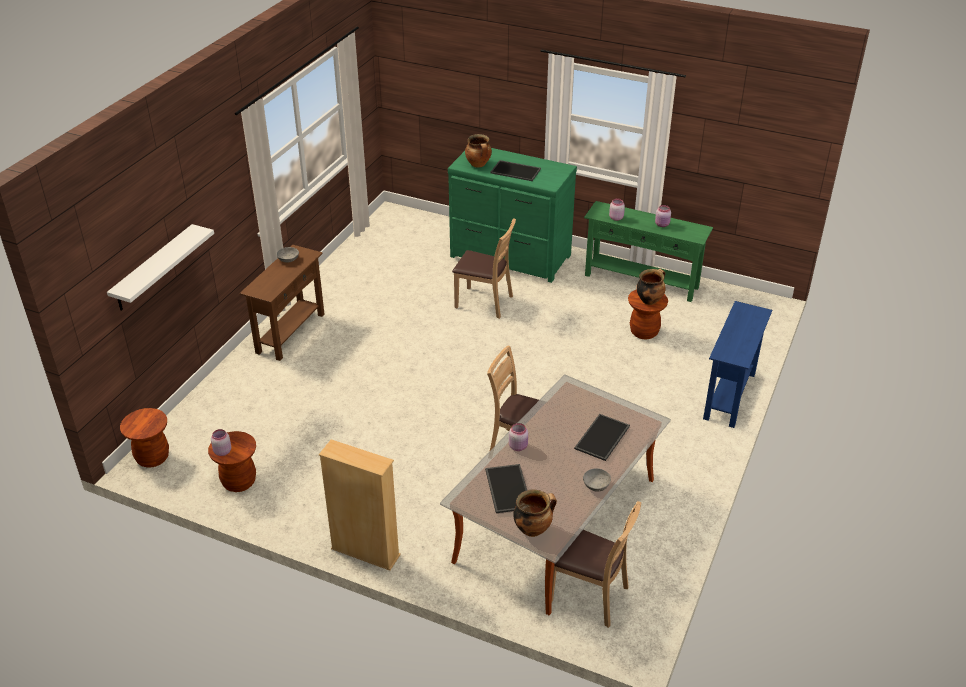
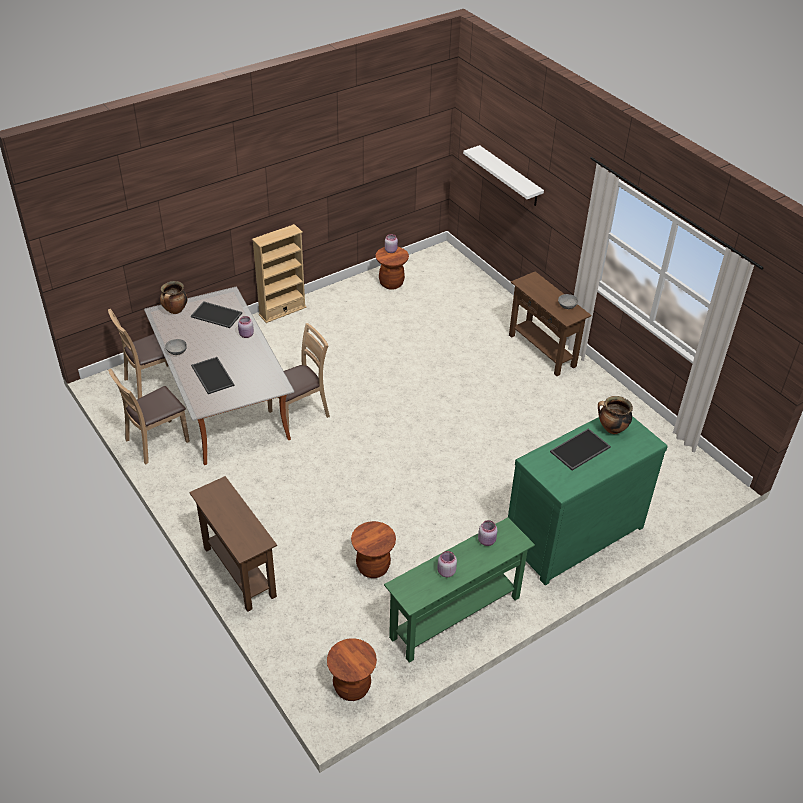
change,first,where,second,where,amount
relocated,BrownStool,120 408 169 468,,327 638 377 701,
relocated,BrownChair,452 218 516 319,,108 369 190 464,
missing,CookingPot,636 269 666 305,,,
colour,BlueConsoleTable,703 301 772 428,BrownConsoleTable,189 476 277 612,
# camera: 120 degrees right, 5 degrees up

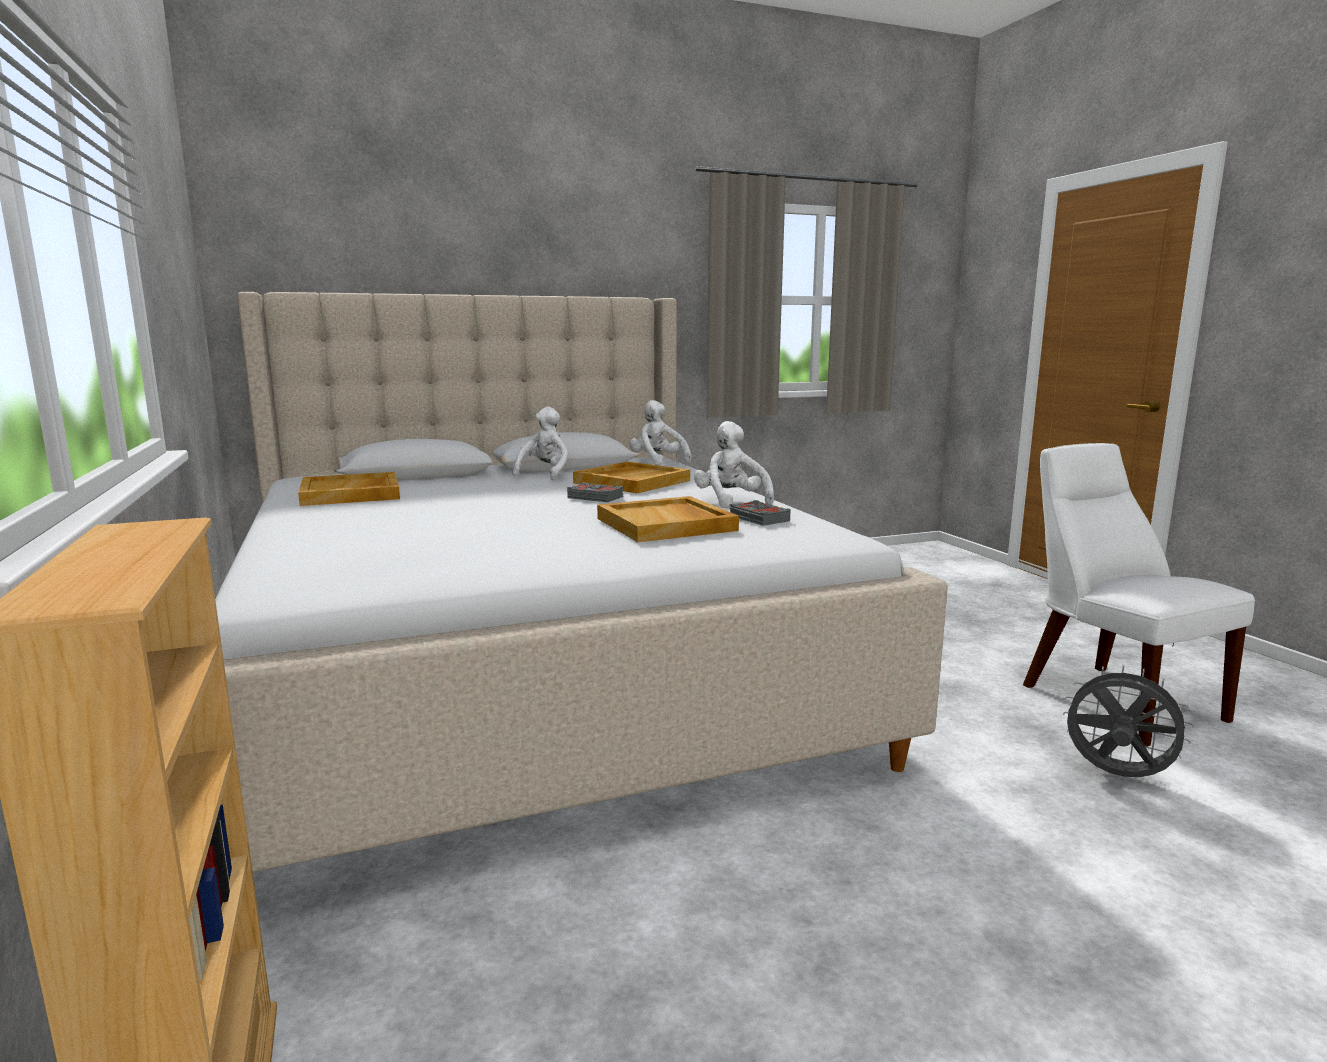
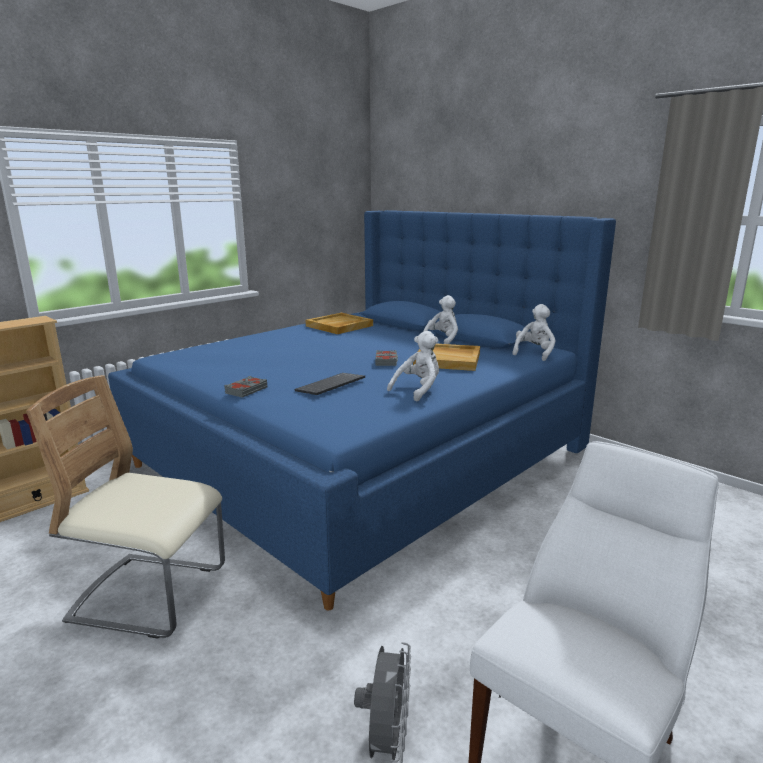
change,first,where,second,where,amount
colour,BeigeBed,215 292 948 872,BlueBed,108 210 616 611,
spun,WhitePlushToy,513 406 569 481,,423 295 458 344,45 degrees counterclockwise
exchanged,BeigeTray,597 496 739 542,Keyboard,294 373 365 395,
relocated,GreyBook,730 500 791 526,,224 376 267 398,
appeared,,,BeigeChair,26 375 225 639,
# camera: 65 degrees right, 5 degrees up

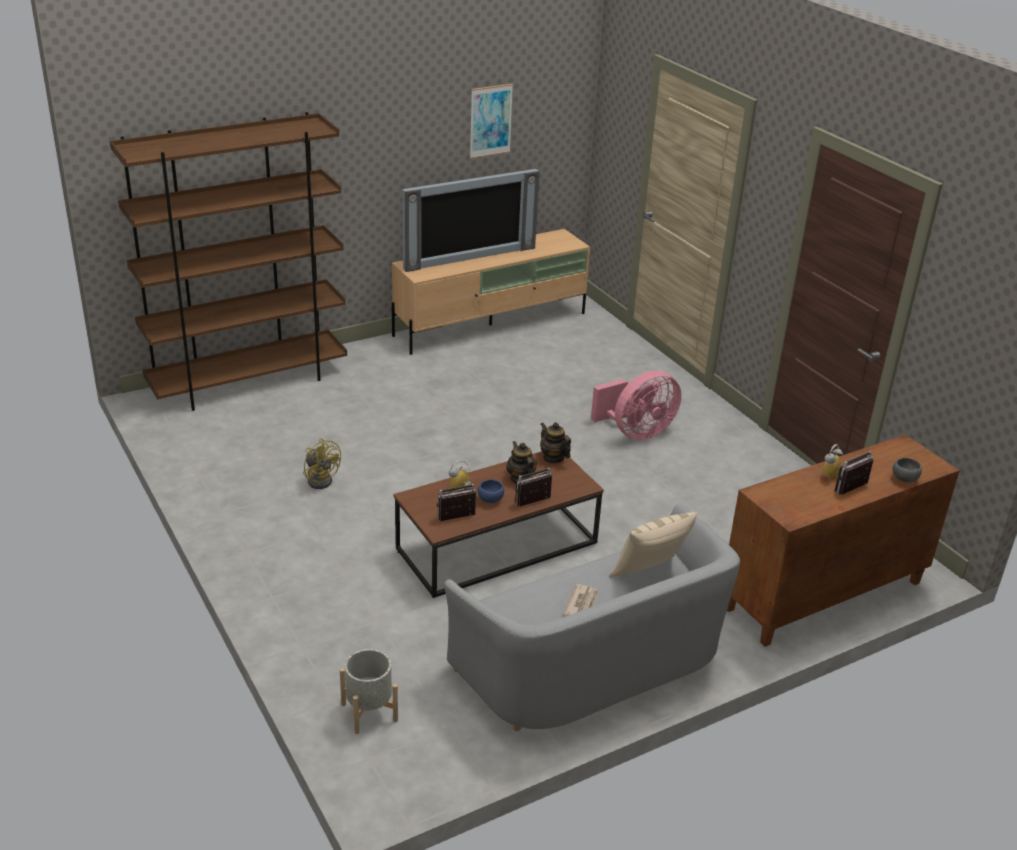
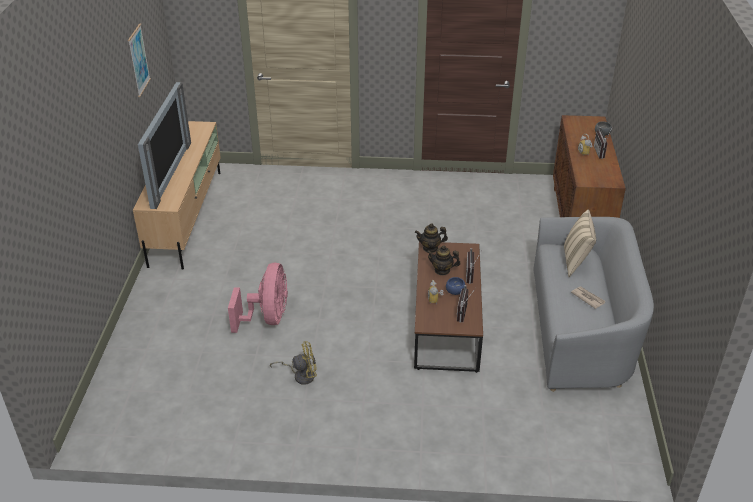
change,first,where,second,where,amount
missing,BrownBookcase,110 112 347 411,,,
missing,GreyPlanter,340 649 398 734,,,
relocated,PinkFan,591 371 681 440,,228 263 288 333,
# camera: 55 degrees left, 5 degrees up

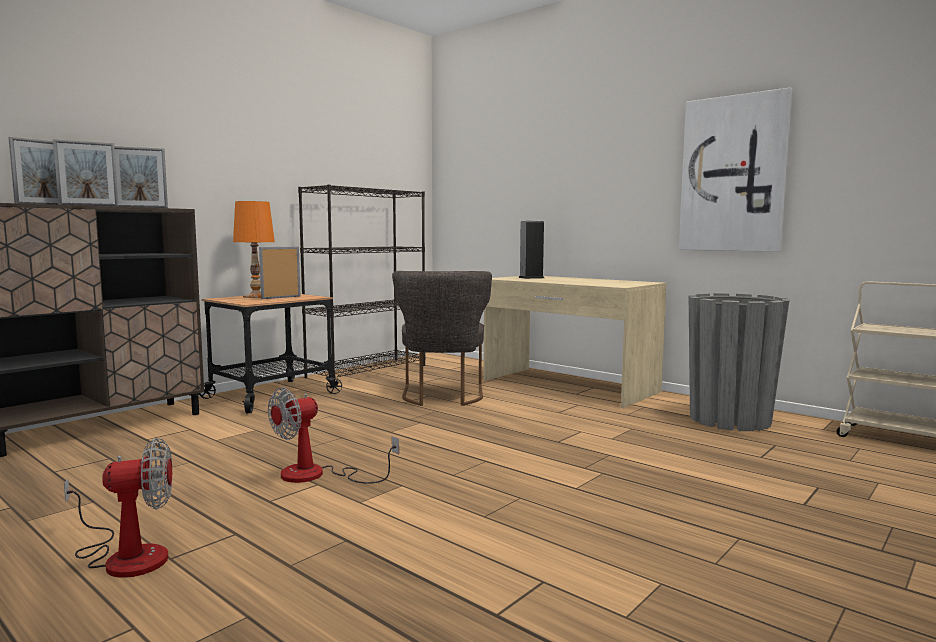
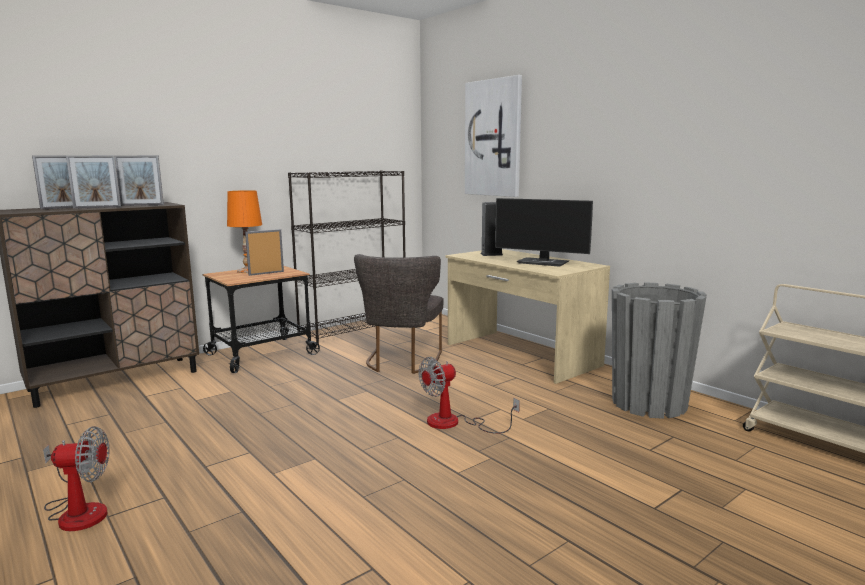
change,first,where,second,where,amount
relocated,Fan,268 387 399 484,,419 357 520 434,
relocated,Picture,679 88 792 252,,465 75 522 197,
appeared,,,Monitor,495 198 593 267,
# camera: 10 degrees right, 5 degrees up

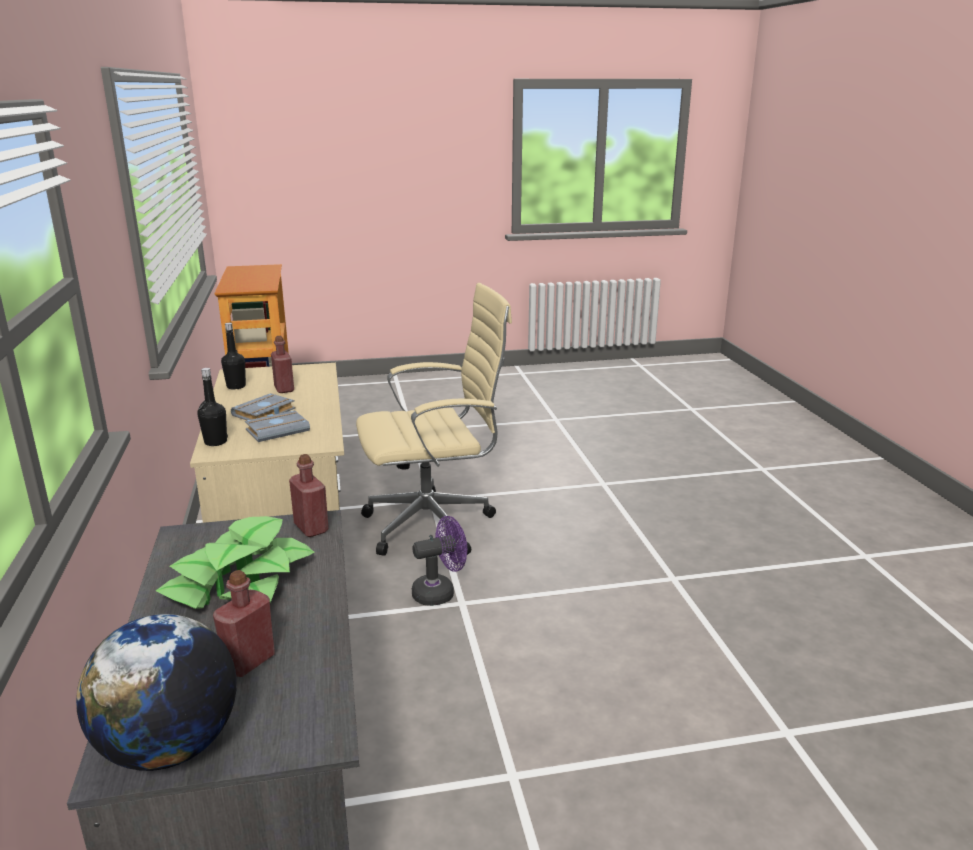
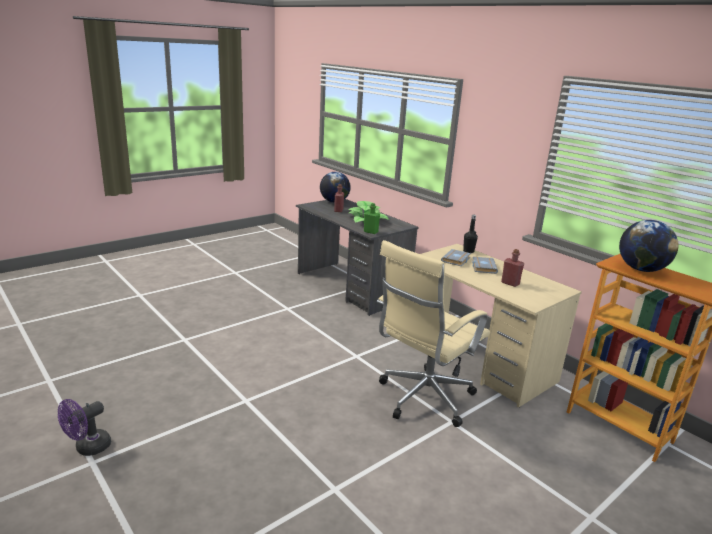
change,first,where,second,where,amount
missing,BlackBottle,221 323 246 389,,,
colour,RedBottle,289 454 329 537,GreenBottle,364 203 380 234,
relocated,PurpleFan,412 516 467 606,,58 399 111 456,
appeared,,,Globe,619 220 678 272,
# camera: 150 degrees right, 0 degrees up

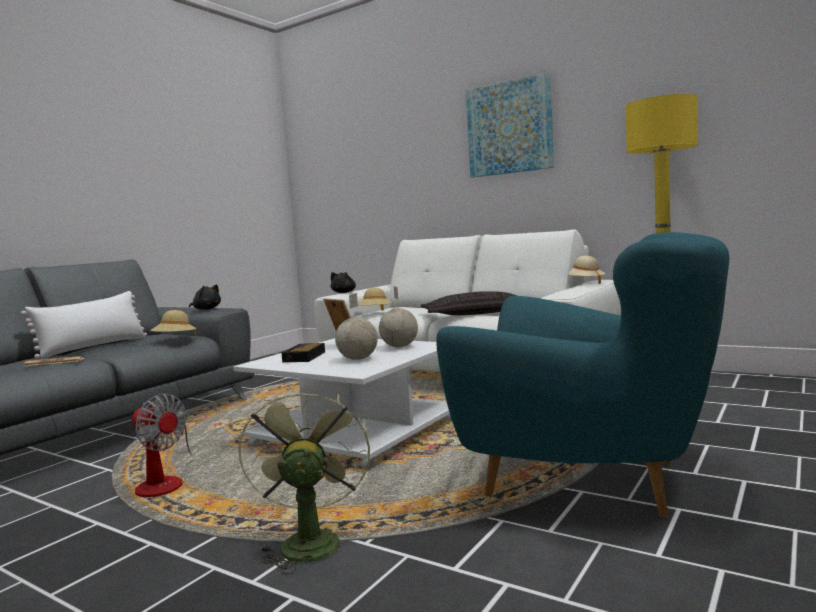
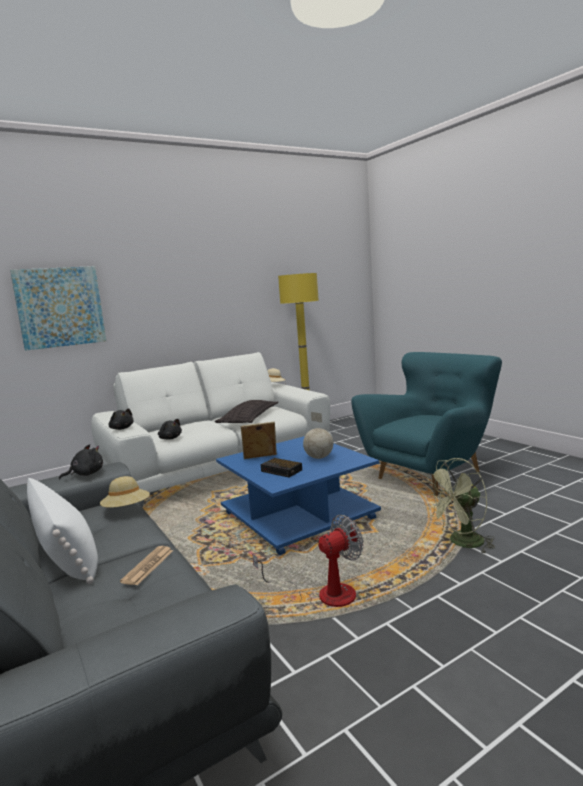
change,first,where,second,where,amount
colour,WhiteCoffeeTable,233 338 452 470,BlueCoffeeTable,216 436 381 555,
spun,GreenFan,238 385 370 574,,424 458 495 554,45 degrees counterclockwise
exchanged,BeigeHat,358 288 393 311,BlackPlushToy,158 419 182 440,
missing,Globe,379 286 418 347,,,
relocated,Picture,466 72 554 178,,10 266 106 351,
# camera: 65 degrees left, 5 degrees up

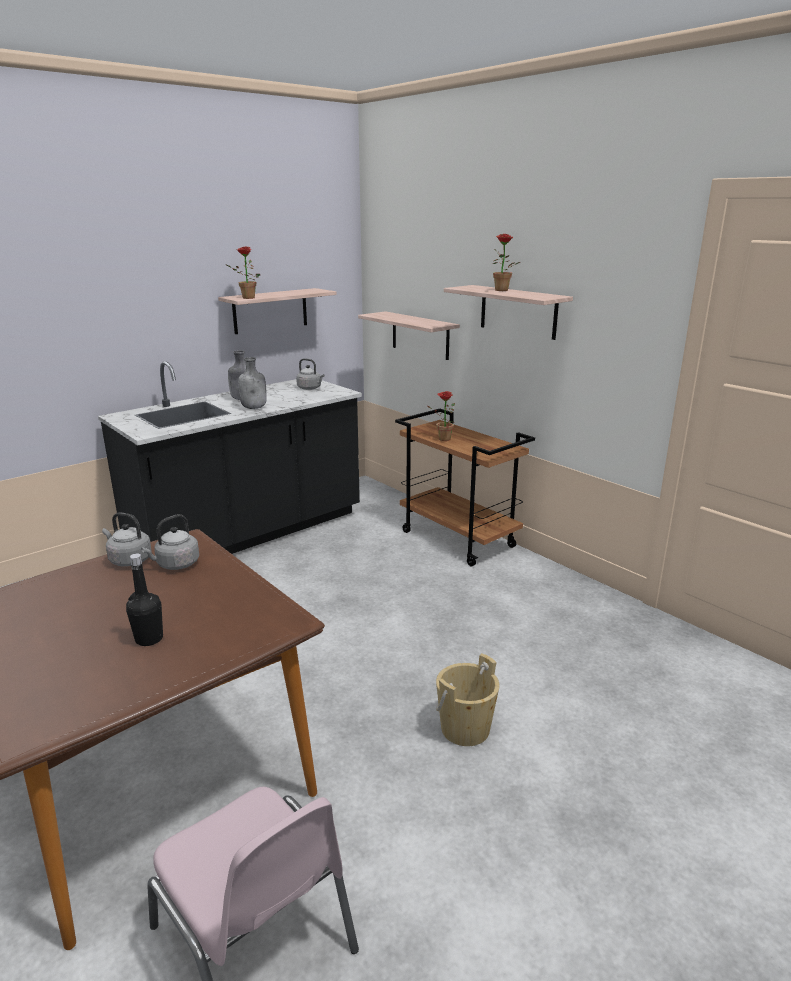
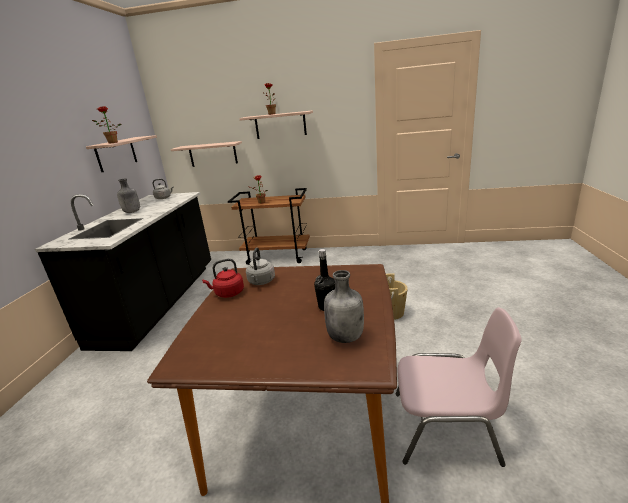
change,first,where,second,where,amount
colour,GreyKettle,102 512 152 567,RedKettle,202 259 244 298,
relocated,GreyBottle,238 357 267 409,,324 270 364 343,
# camera: 40 degrees left, 0 degrees up

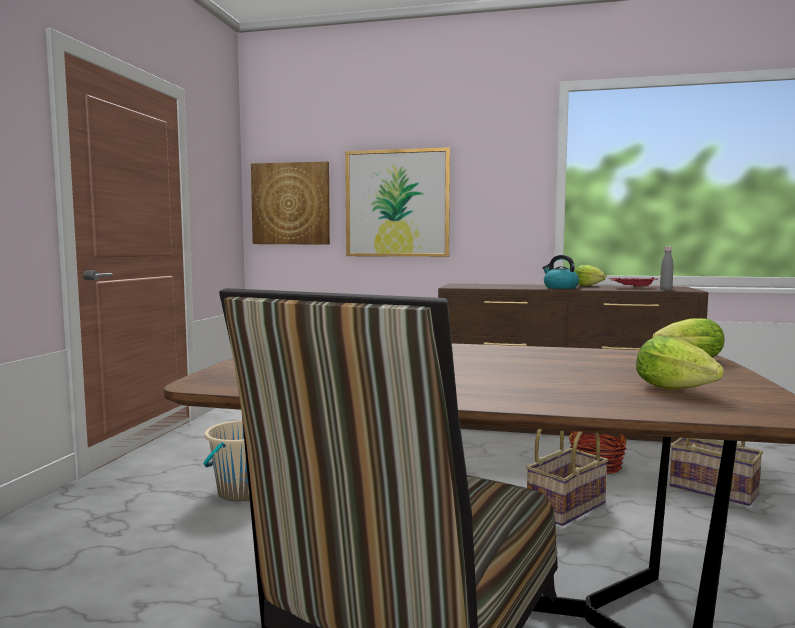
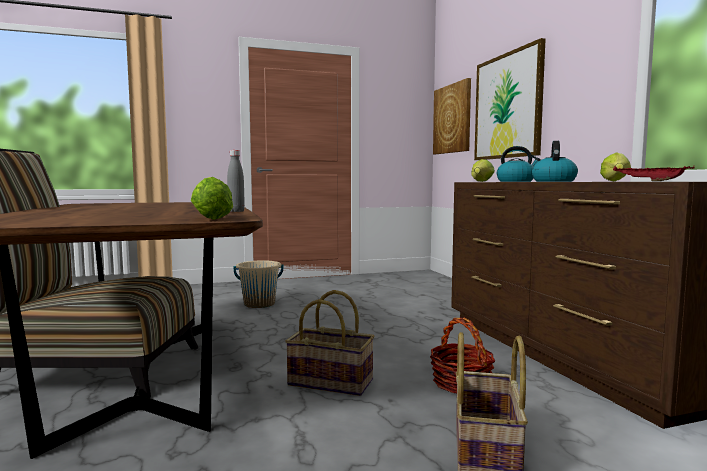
change,first,where,second,where,amount
relocated,Lettuce,636 336 724 390,,471 159 495 182,
relocated,GreyBottle,660 247 673 290,,227 150 245 212,
appeared,,,Kettle,497 146 541 182,
# camera: 60 degrees right, 0 degrees up

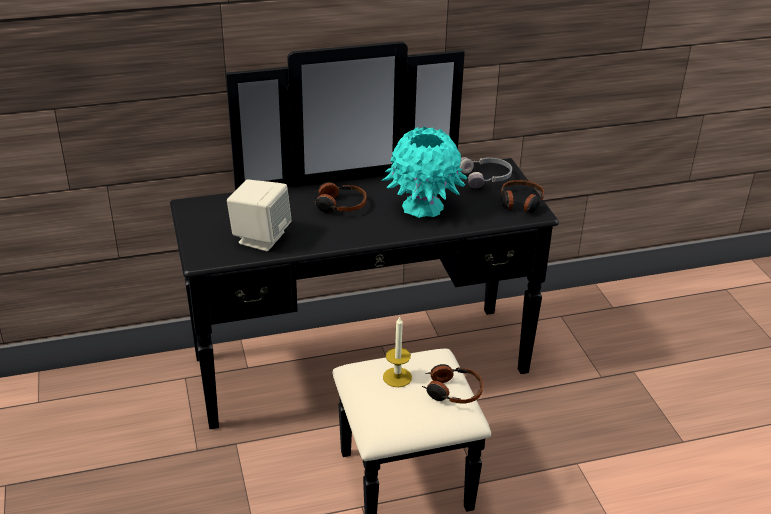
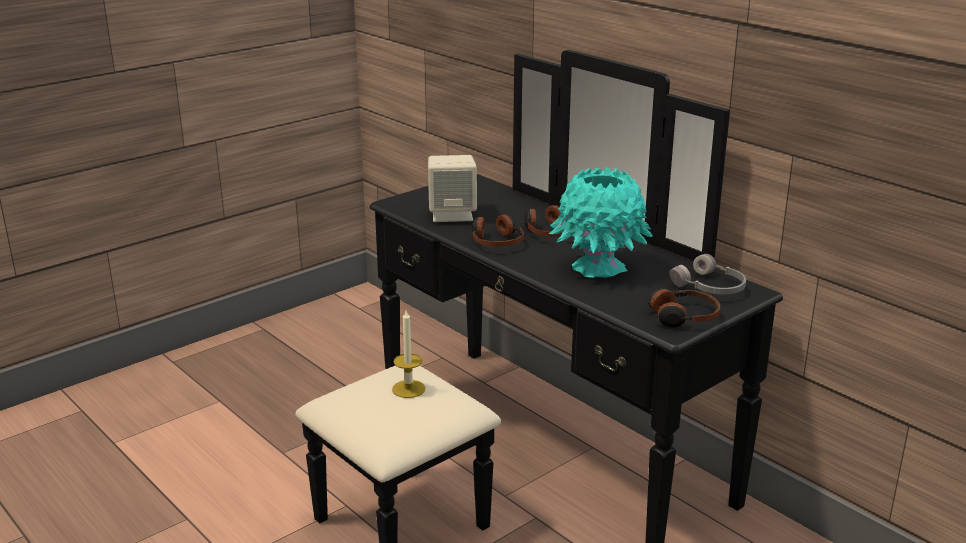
change,first,where,second,where,amount
relocated,Headphones,422 364 483 404,,472 215 524 247,
# camera: 65 degrees right, 10 degrees down

